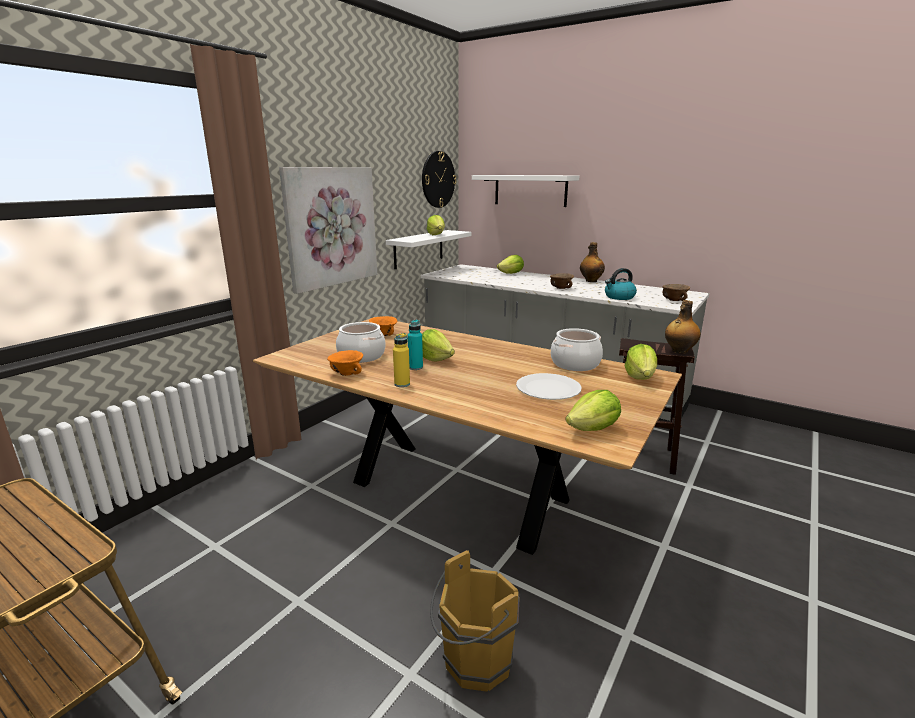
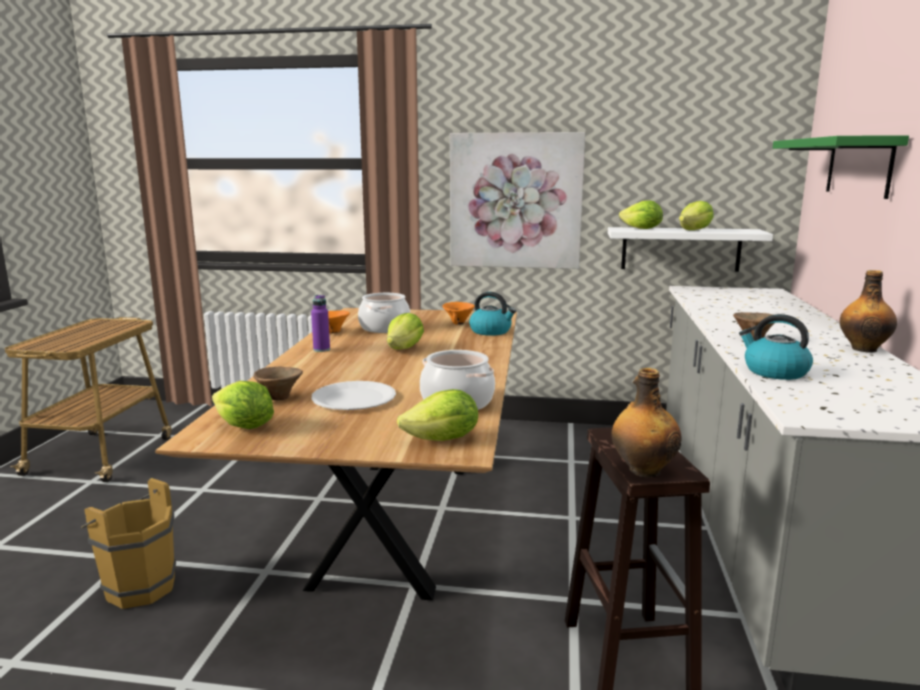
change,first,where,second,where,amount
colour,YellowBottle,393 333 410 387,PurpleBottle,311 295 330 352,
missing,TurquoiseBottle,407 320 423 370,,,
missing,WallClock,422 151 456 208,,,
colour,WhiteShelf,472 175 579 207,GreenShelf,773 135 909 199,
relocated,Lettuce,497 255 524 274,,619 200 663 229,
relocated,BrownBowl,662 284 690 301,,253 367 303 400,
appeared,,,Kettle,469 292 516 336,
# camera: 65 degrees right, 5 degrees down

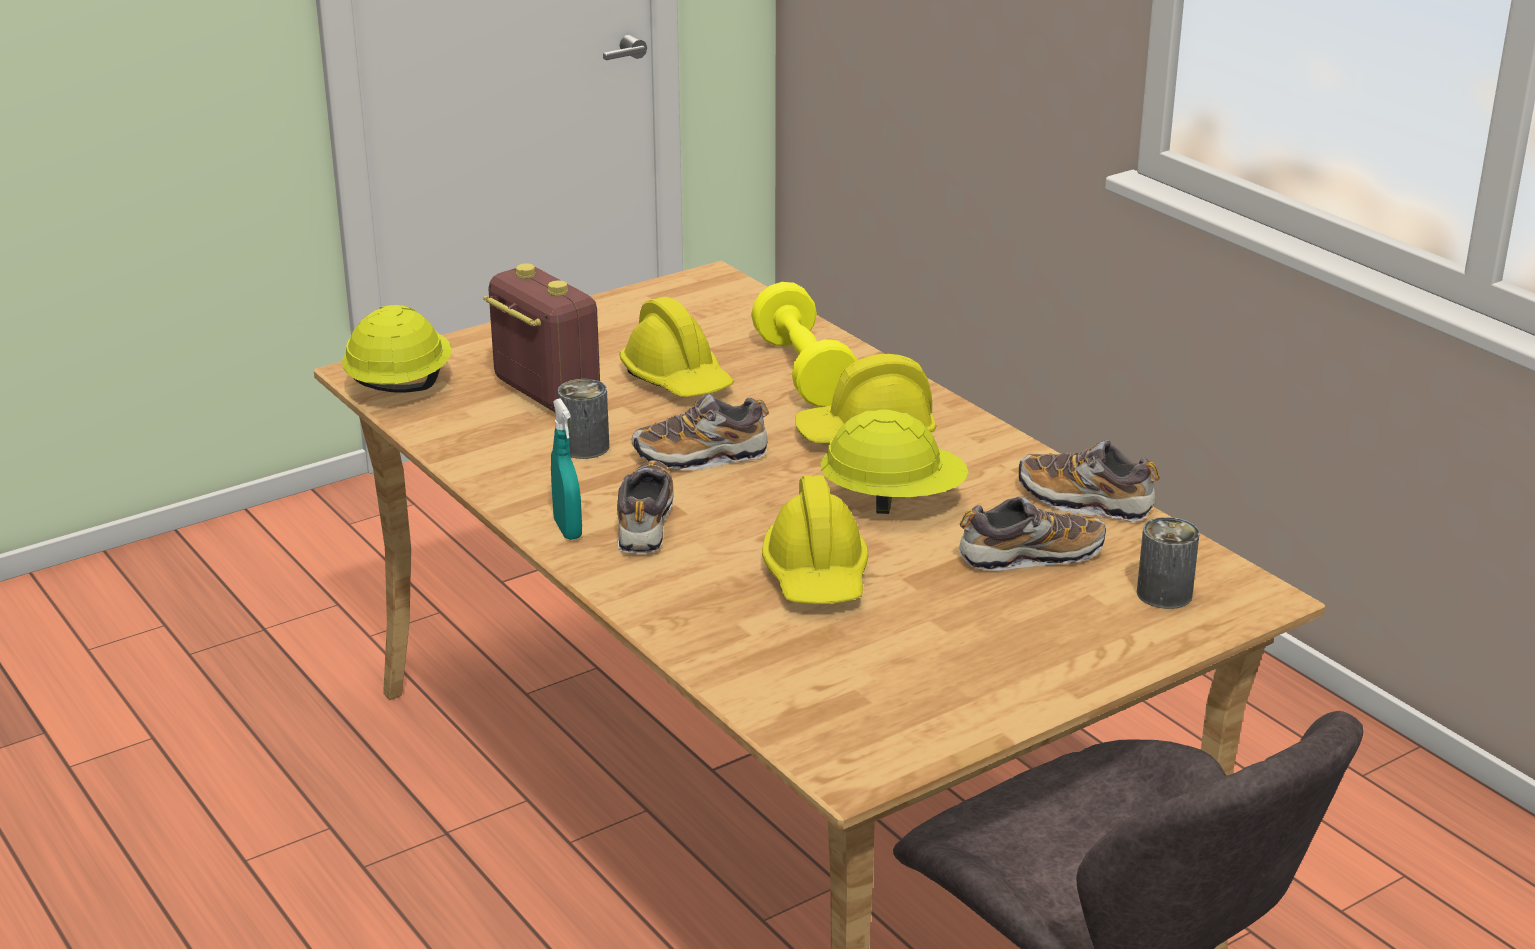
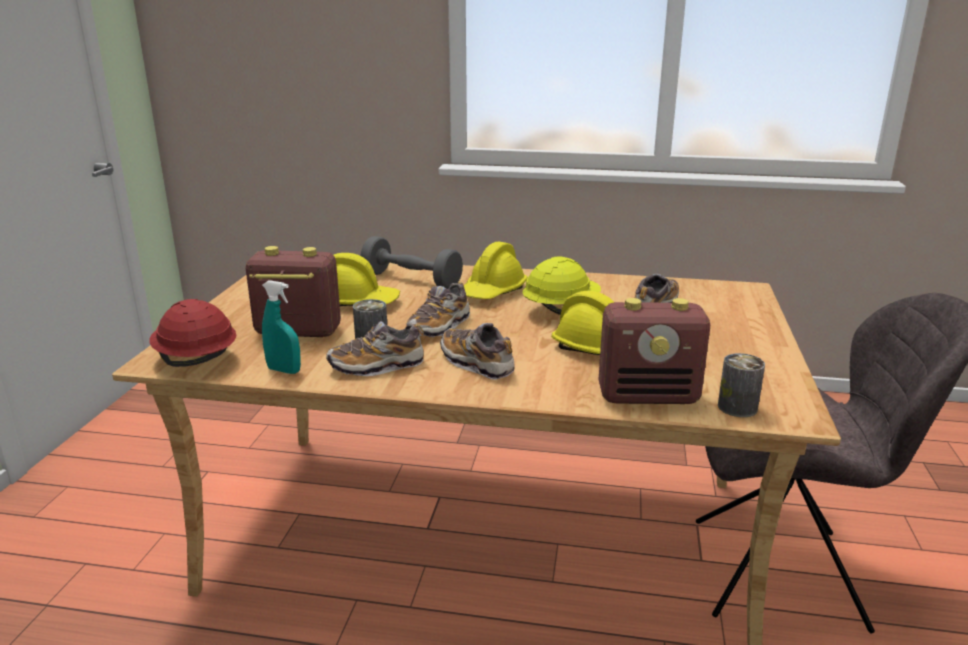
change,first,where,second,where,amount
colour,YellowHardHat,342 305 452 393,RedHardHat,149 299 237 367,
relocated,TurquoiseSprayBottle,551 398 582 540,,262 280 301 374,
colour,YellowDumbbell,751 282 858 407,GreyDumbbell,361 236 463 289,
relocated,Shoe,1019 440 1159 522,,326 321 424 376,
relocated,Can,1137 517 1200 609,,718 353 765 417,
appeared,,,Radio,599 298 710 404,
# camera: 45 degrees left, 5 degrees down

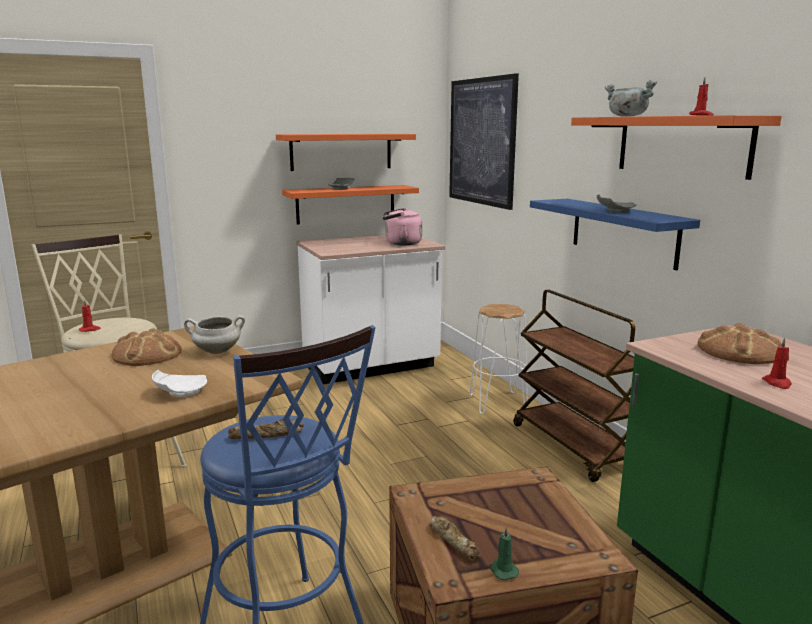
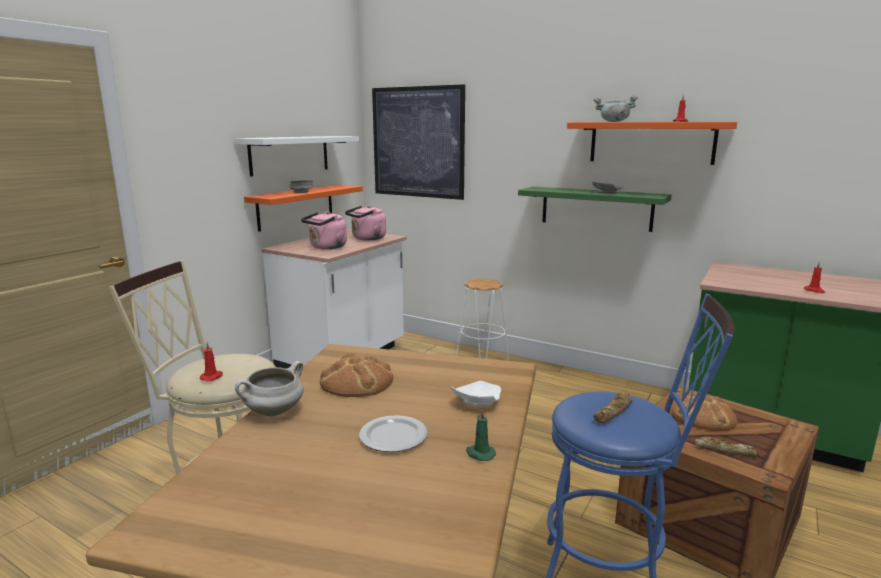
change,first,where,second,where,amount
relocated,WhiteCookingPot,184 315 245 354,,235 361 304 416,
colour,OrangeShelf,276 134 416 171,WhiteShelf,235 136 359 177,
relocated,GreenCandle,490 526 519 580,,466 408 496 461,
missing,BrownCart,513 290 635 482,,,
colour,BlueShelf,530 199 700 270,GreenShelf,518 187 672 232,
relocated,Bread,697 323 781 364,,671 392 738 431,
appeared,,,PinkKettle,301 211 347 249,
appeared,,,Plate,359 415 428 452,
# camera: 35 degrees left, 0 degrees up

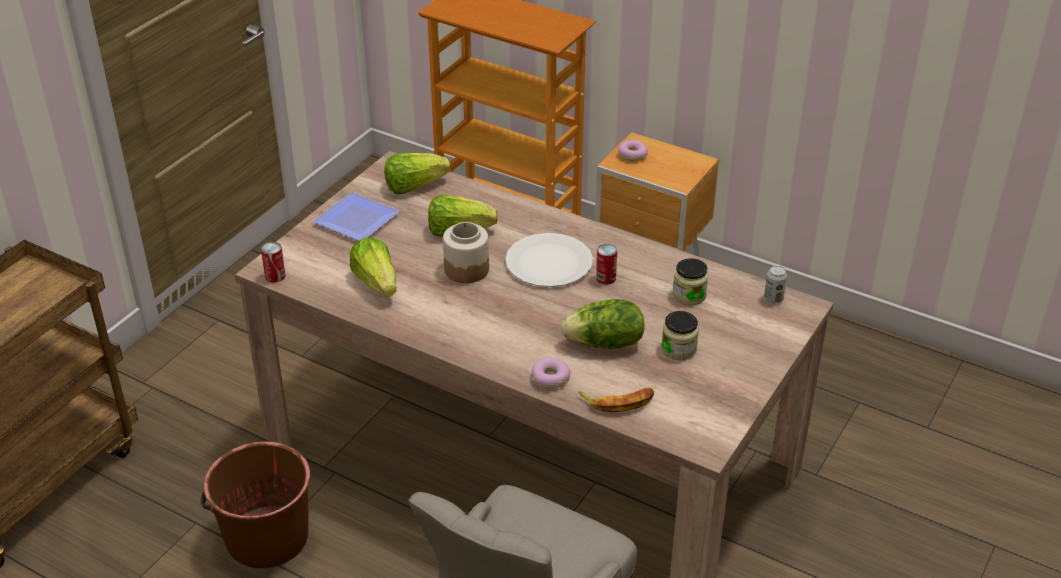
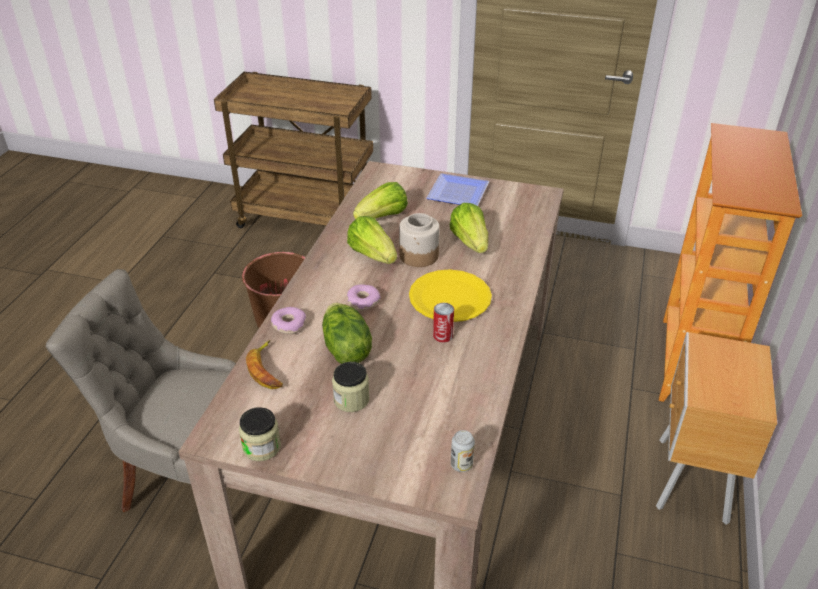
change,first,where,second,where,amount
missing,Can,261 242 286 283,,,
relocated,Lettuce,384 153 450 194,,347 216 397 264,
colour,WhitePlate,505 233 593 287,YellowPlate,409 270 492 322,
relocated,Donut,618 140 648 161,,347 284 380 311,
relocated,Jar,673 258 708 305,,239 407 281 461,
# camera: 75 degrees right, 0 degrees up

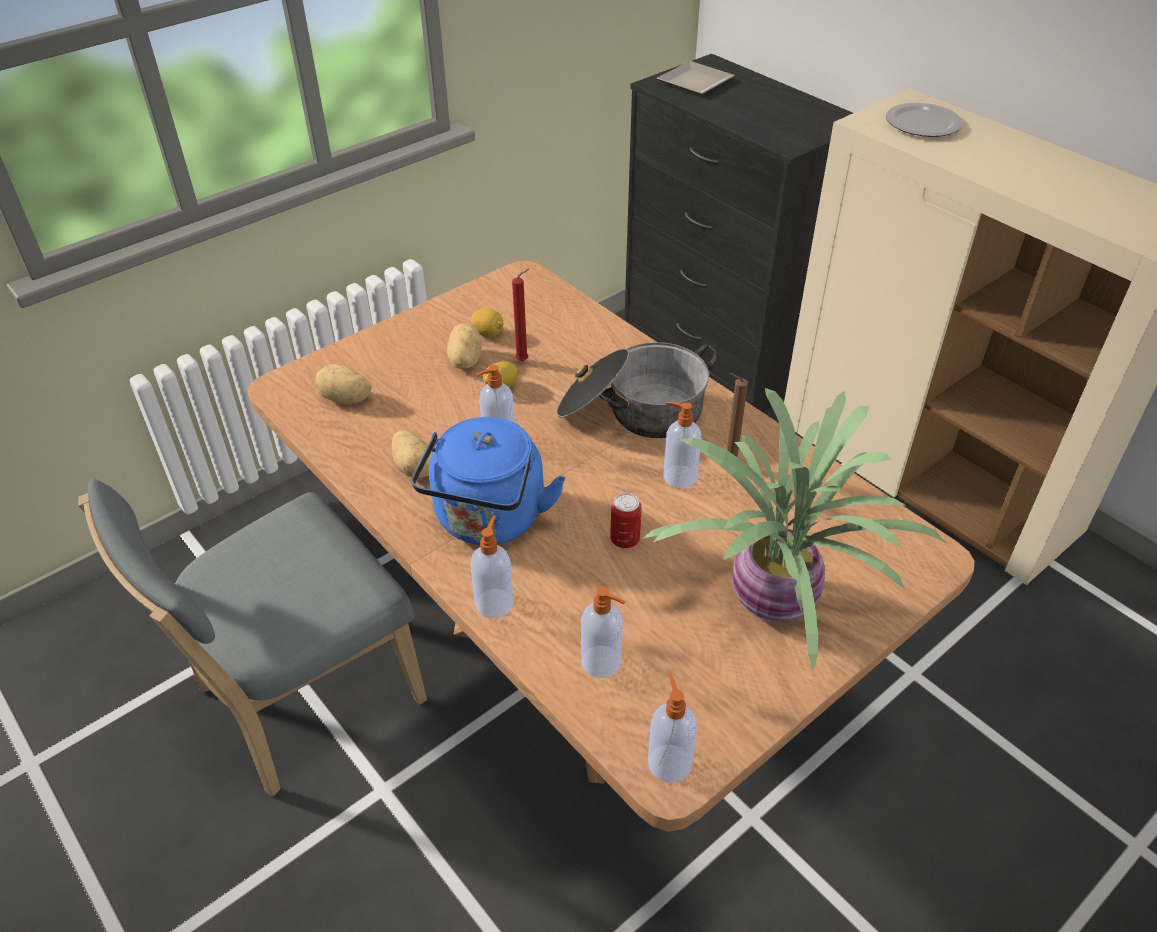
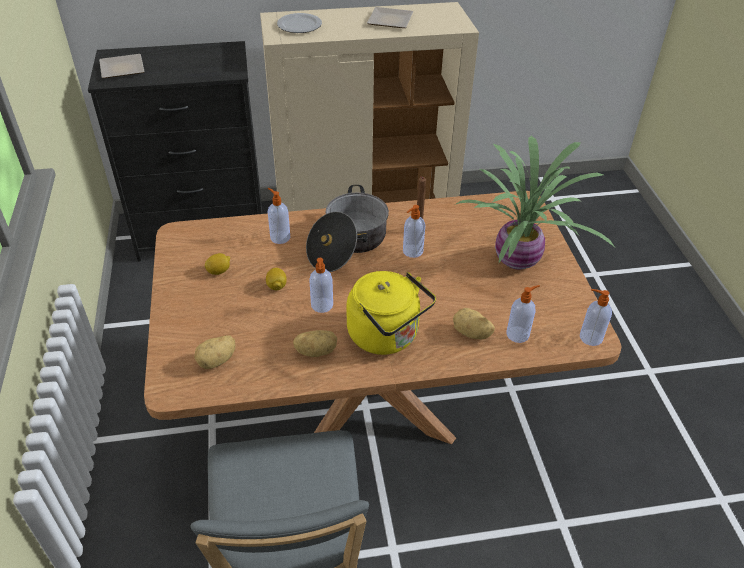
change,first,where,second,where,amount
colour,BlueKettle,411 417 565 545,YellowKettle,346 271 436 355,
relocated,Potato,447 323 482 369,,453 308 495 339,
relocated,SoapDispenser,470 515 513 618,,268 188 290 244,
missing,RedCandle,512 269 529 361,,,
missing,Can,610 493 642 548,,,
appeared,,,Plate,367 7 413 28,
# camera: 60 degrees left, 0 degrees up

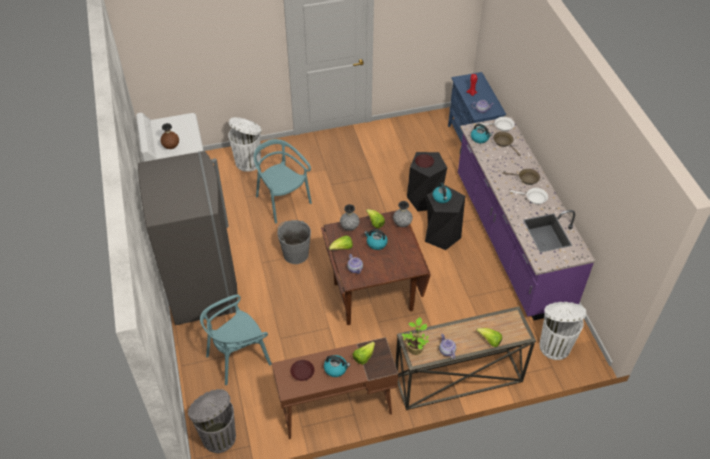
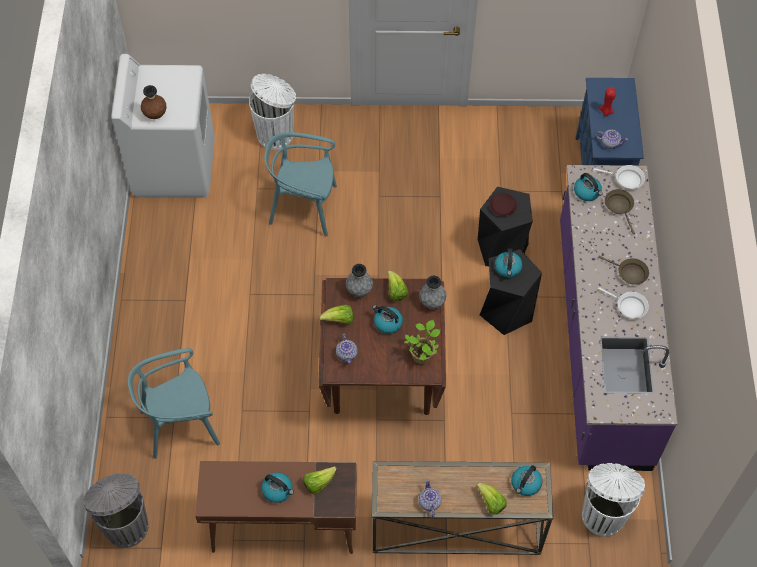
change,first,where,second,where,amount
missing,GreyFridge,138 151 237 325,,,
spun,TurquoiseChair,254 139 312 223,,264 132 337 236,60 degrees counterclockwise
missing,GreyBucket,277 220 311 264,,,
missing,BrownPlate,290 360 314 381,,,
relocated,PottedPlant,402 317 429 355,,405 320 440 364,
appeared,,,Kettle,511 465 542 496,
# camera: 15 degrees right, 10 degrees up

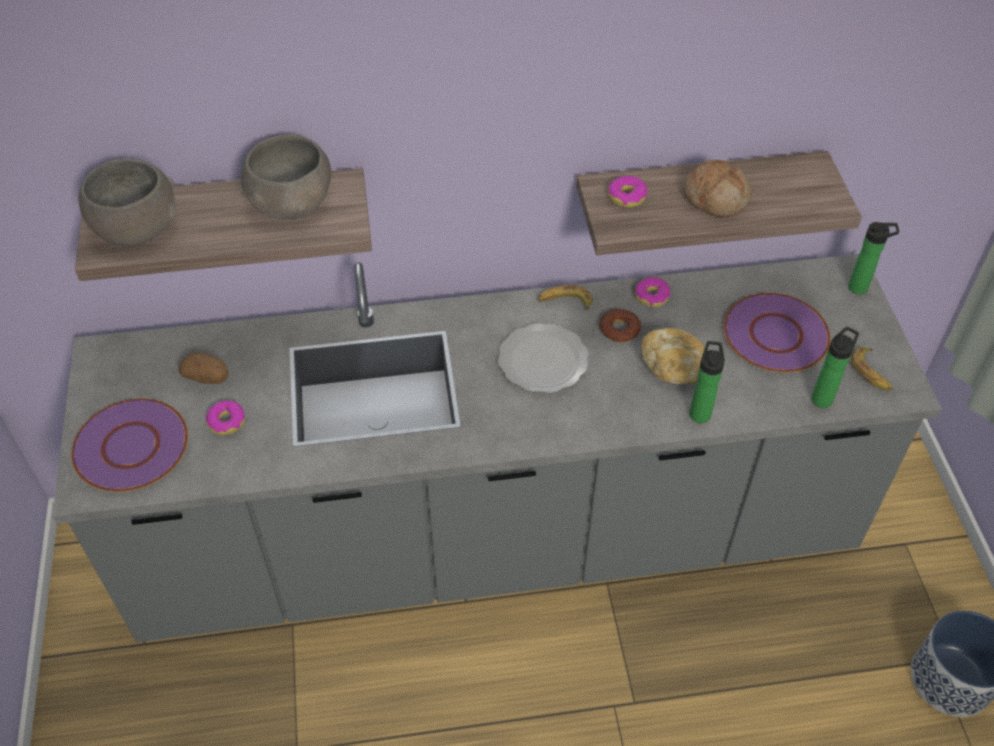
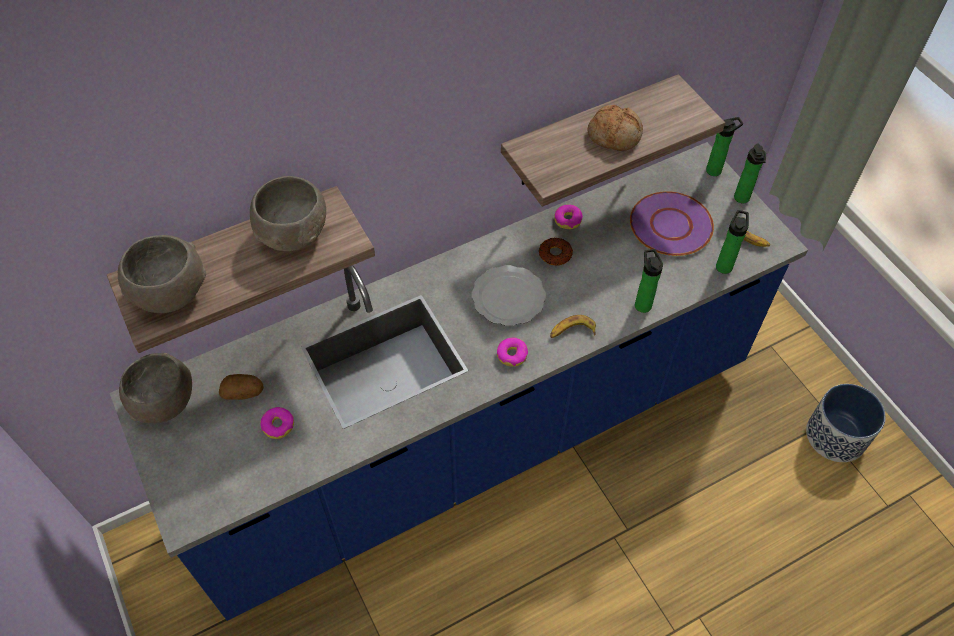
change,first,where,second,where,amount
colour,GreyCounter,52 254 942 642,BlueCounter,110 142 808 621,
missing,PurplePlate,71 398 188 492,,,
relocated,Banana,538 285 593 311,,550 315 596 338,
relocated,Donut,608 176 647 208,,497 338 528 367,
missing,Bread,641 328 705 384,,,
appeared,,,GreyBowl,119 353 192 423,
appeared,,,Bottle,734 143 766 203,
# camera: 20 degrees left, 5 degrees up

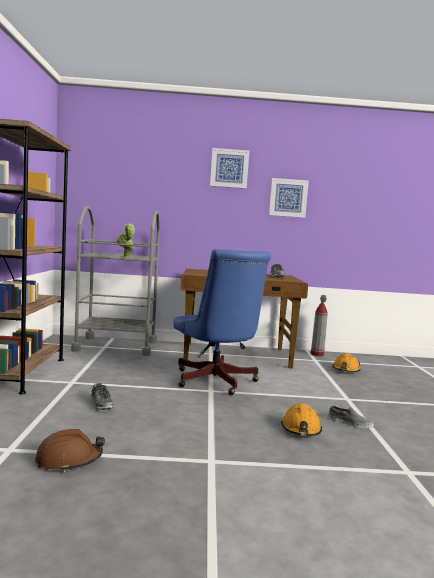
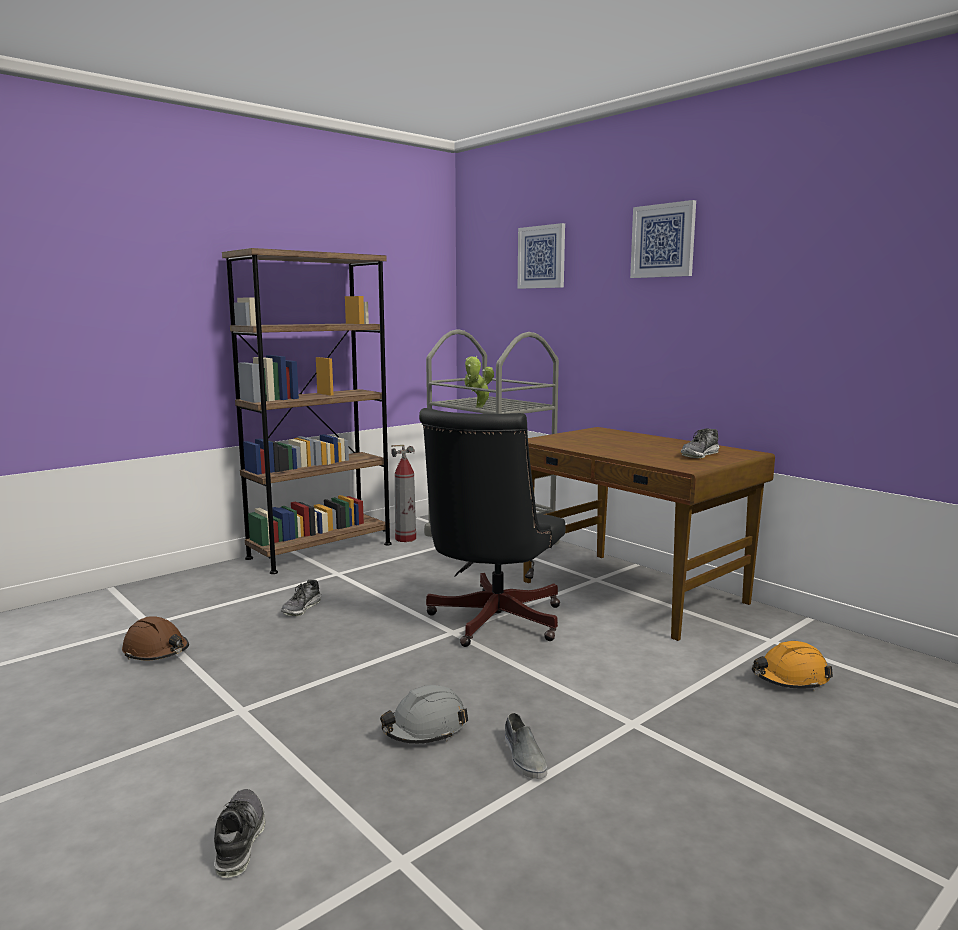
change,first,where,second,where,amount
colour,BlueOfficeChair,173 249 271 395,BlackOfficeChair,419 408 566 647,
relocated,Picture,269 178 309 218,,518 223 565 289,
colour,OrangeHardHat,281 403 322 436,GreyHardHat,380 685 468 744,
relocated,FireExtinguisher,311 295 328 356,,391 445 416 542,
appeared,,,Shoe,214 789 266 878,
# camera: 50 degrees right, 5 degrees up

